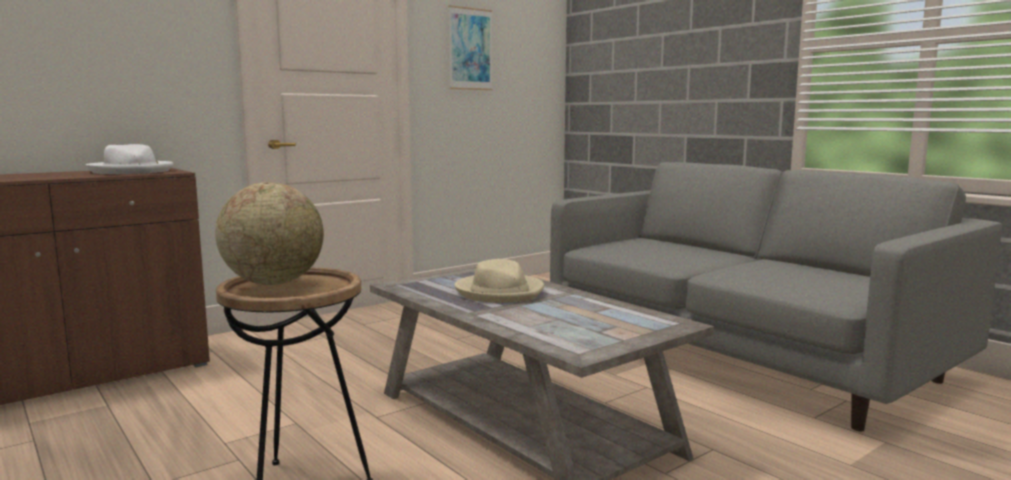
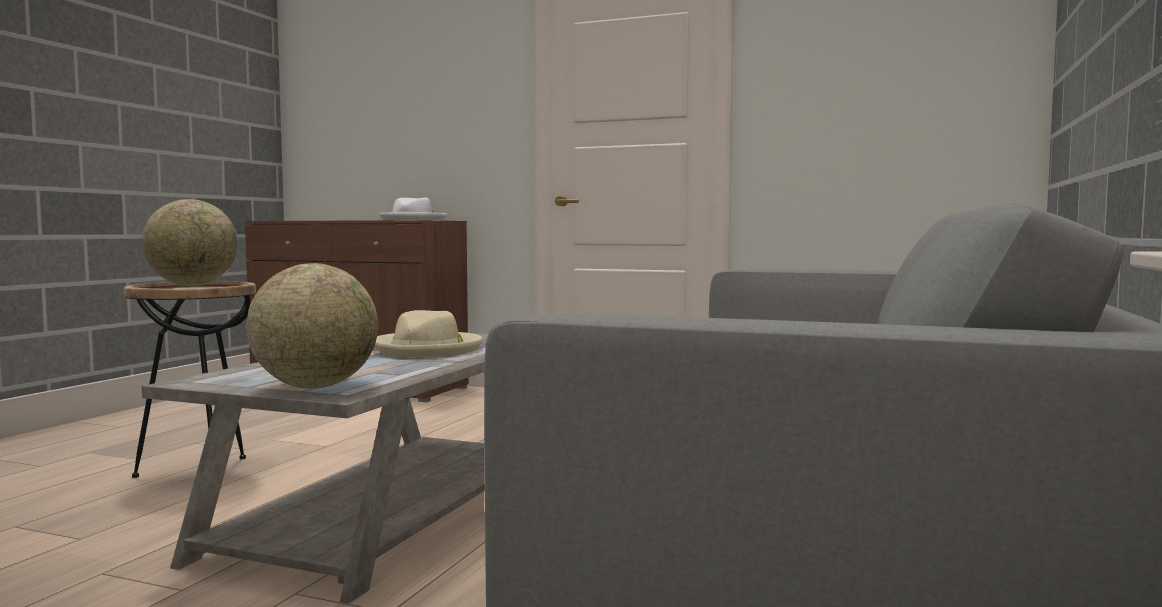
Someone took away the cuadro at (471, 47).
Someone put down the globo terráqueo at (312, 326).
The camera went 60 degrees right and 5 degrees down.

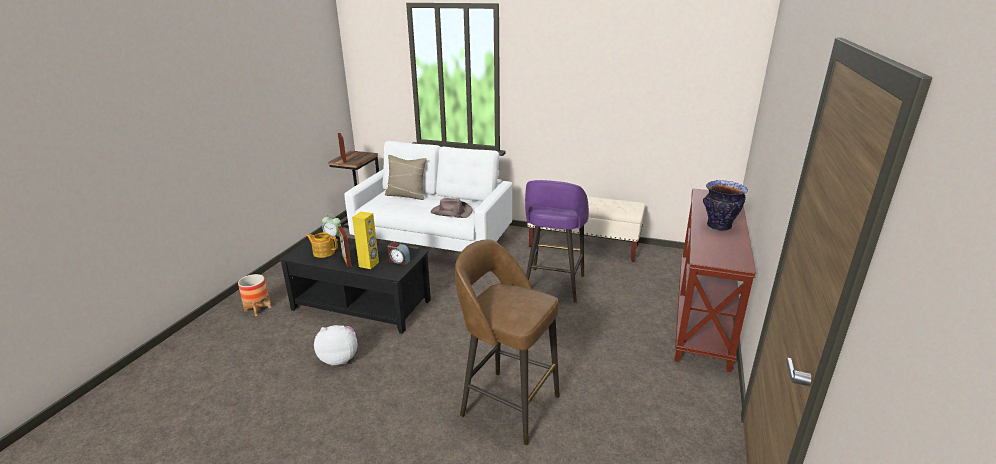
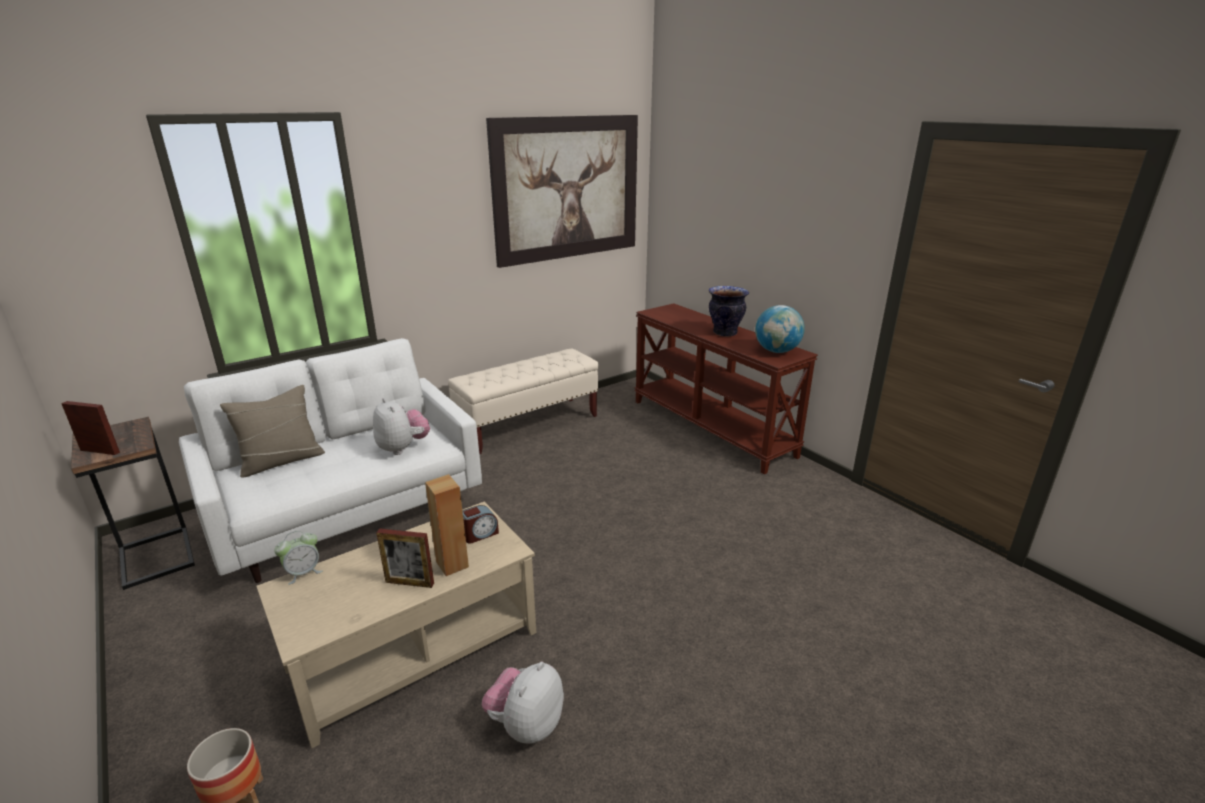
Someone repainted the mesa de centro/negro at (355, 285), which became the mesa de centro/beis at (396, 625).
Someone took away the tetera at (322, 245).
Someone repainted the altavoz/amarillo at (365, 240), which became the altavoz/marrón at (447, 525).
Someone swapped the sombrero/marrón at (452, 208) for the peluche at (401, 426).
Someone took away the taburete/marrón at (507, 342).
Someone took away the taburete/morado at (557, 241).
Someone put up the cuadro at (562, 191).
Someone put down the globo terráqueo at (780, 329).
The camera went 55 degrees left and 0 degrees up.

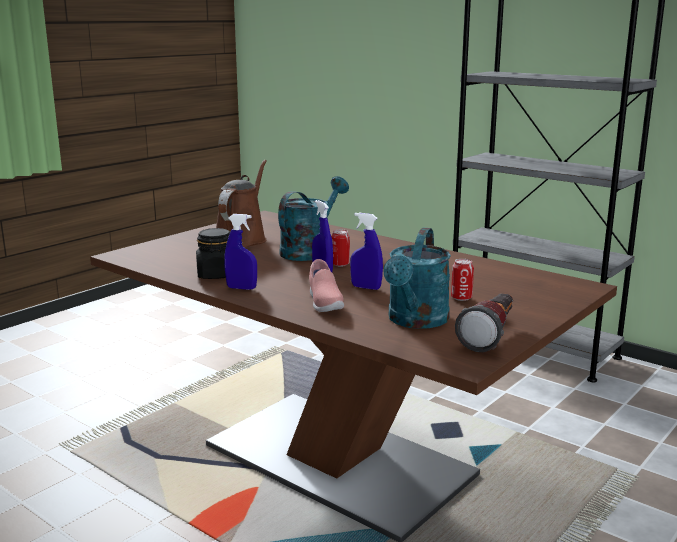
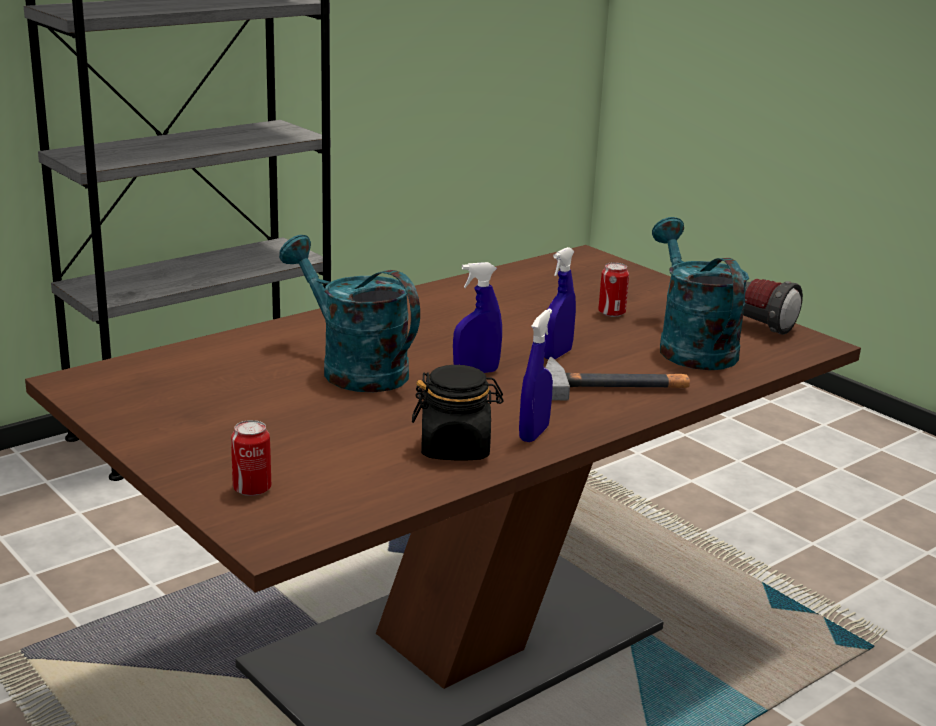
Someone took away the regadera/marrón at (241, 203).
Someone swapped the zapato/rosa at (326, 285) for the martillo at (617, 378).
Someone carried the lata from (340, 248) to (251, 458).
Someone rotated the regadera/turquesa at (417, 278) by 135 degrees counterclockwise.
The camera went 80 degrees left and 5 degrees up.

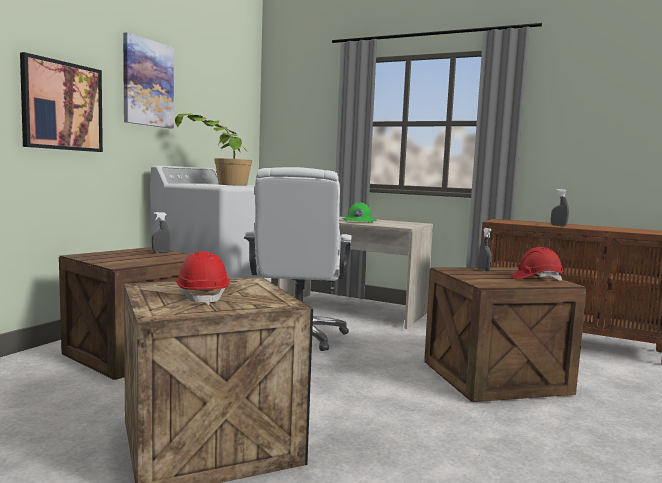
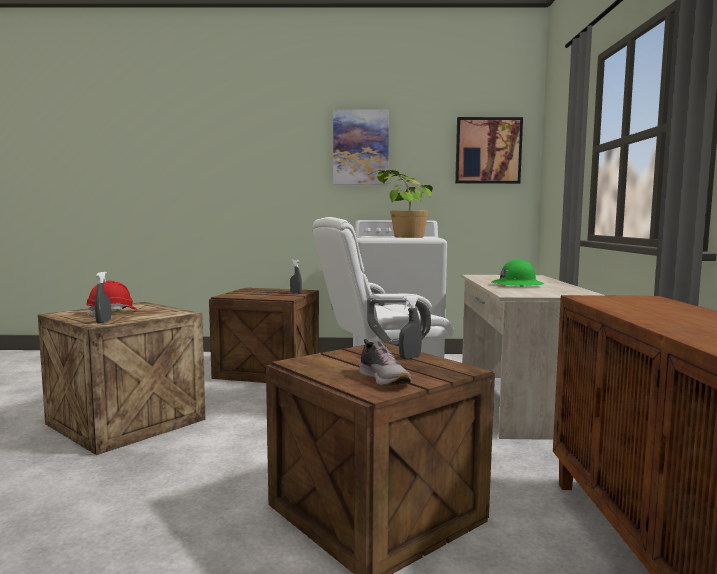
Someone carried the cuadro from (61, 102) to (489, 150).
Someone swapped the casco/rojo at (537, 264) for the zapato at (385, 362).
Someone carried the pulverizador/gris from (560, 207) to (103, 298).
The camera went 65 degrees right and 0 degrees up.

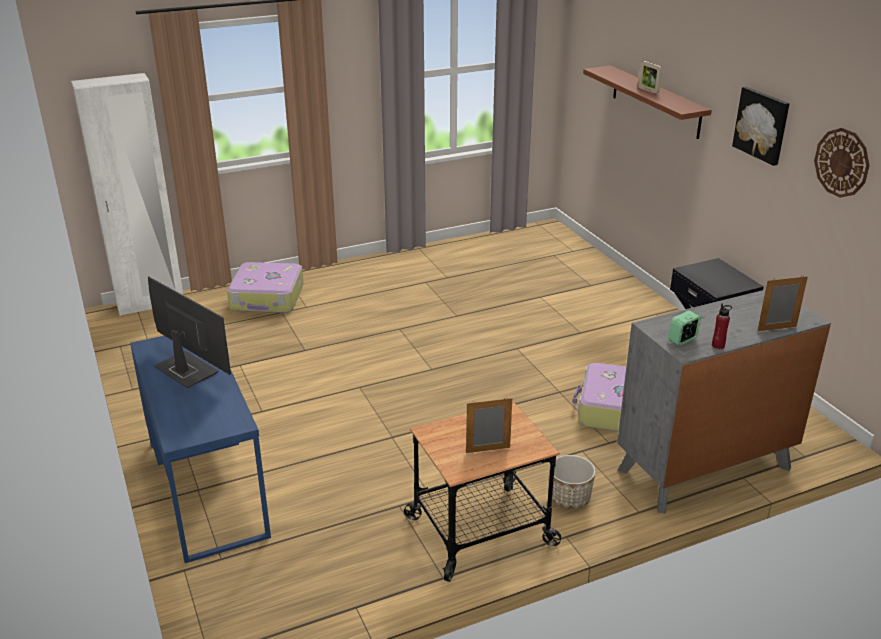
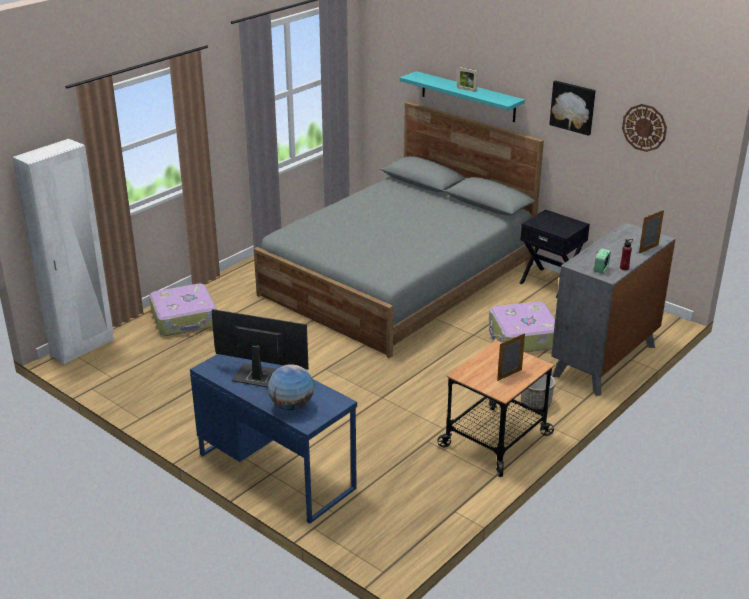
Someone repainted the estante/marrón at (647, 102), which became the estante/turquesa at (462, 96).
Someone put down the cama/gris at (399, 230).
Someone put down the globo terráqueo at (291, 387).
The camera went 25 degrees left and 0 degrees up.

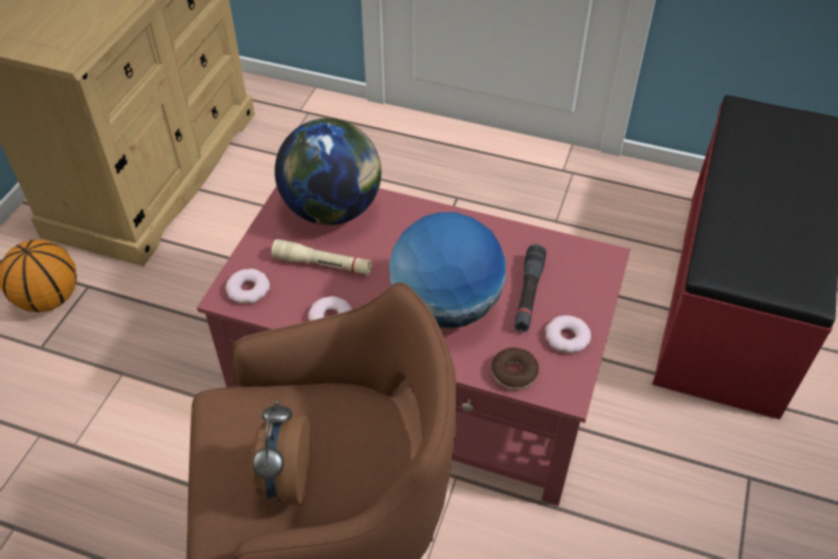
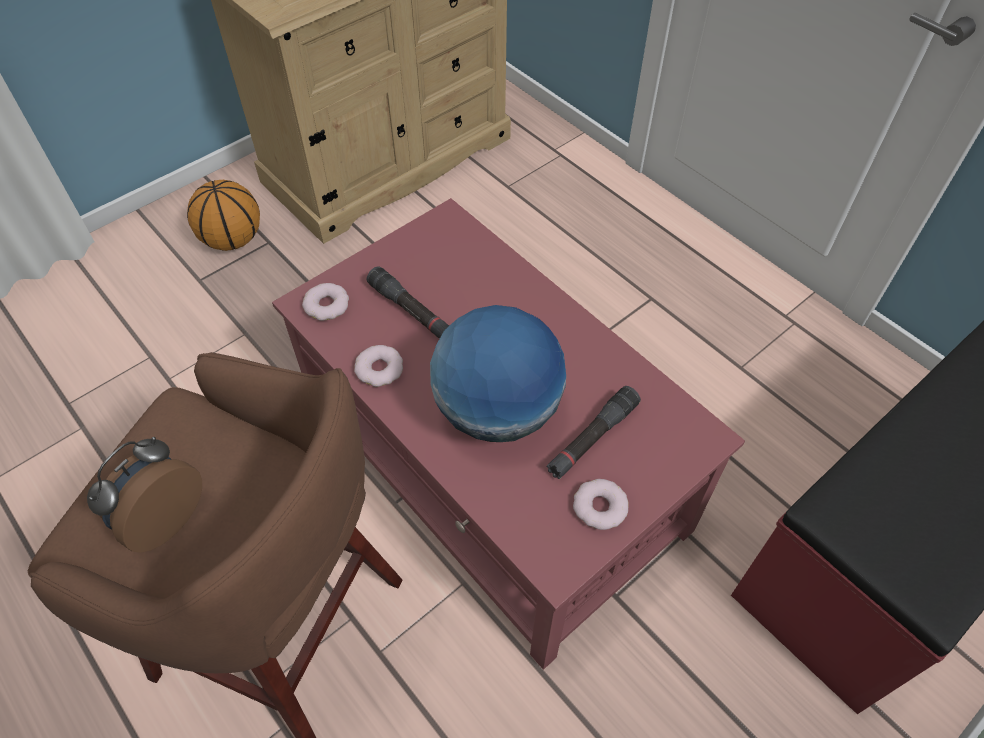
Someone repainted the linterna/beis at (321, 257), which became the linterna/negro at (408, 302).
Someone took away the globo terráqueo at (328, 171).
Someone took away the rosquilla at (515, 369).
The camera went 30 degrees right and 5 degrees up.

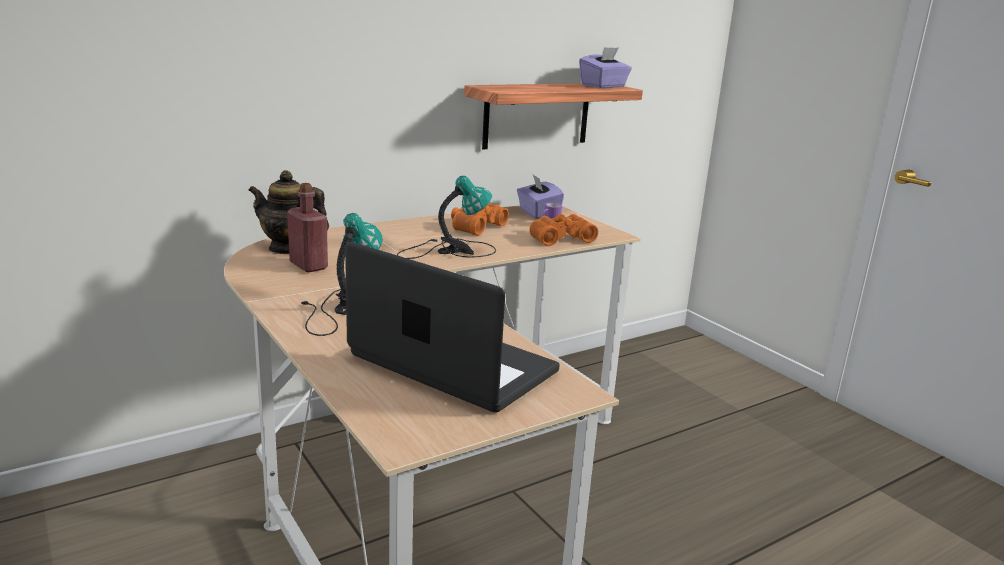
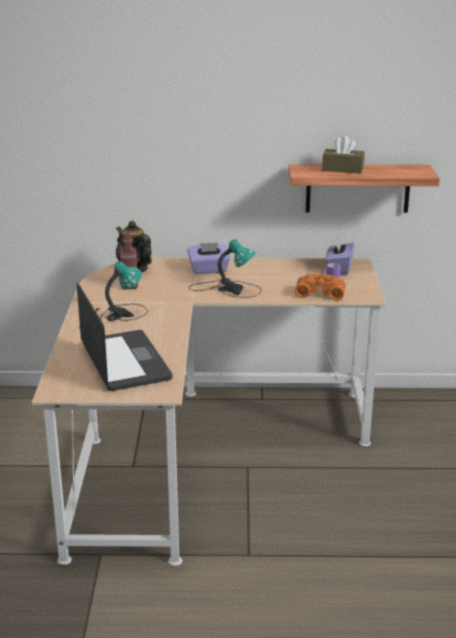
Someone took away the prismáticos/naranja at (480, 219).
Someone carried the caja de pañuelos/morado from (605, 67) to (208, 258).
Someone put down the caja de pañuelos/marrón at (343, 155).
The camera went 35 degrees right and 5 degrees up.

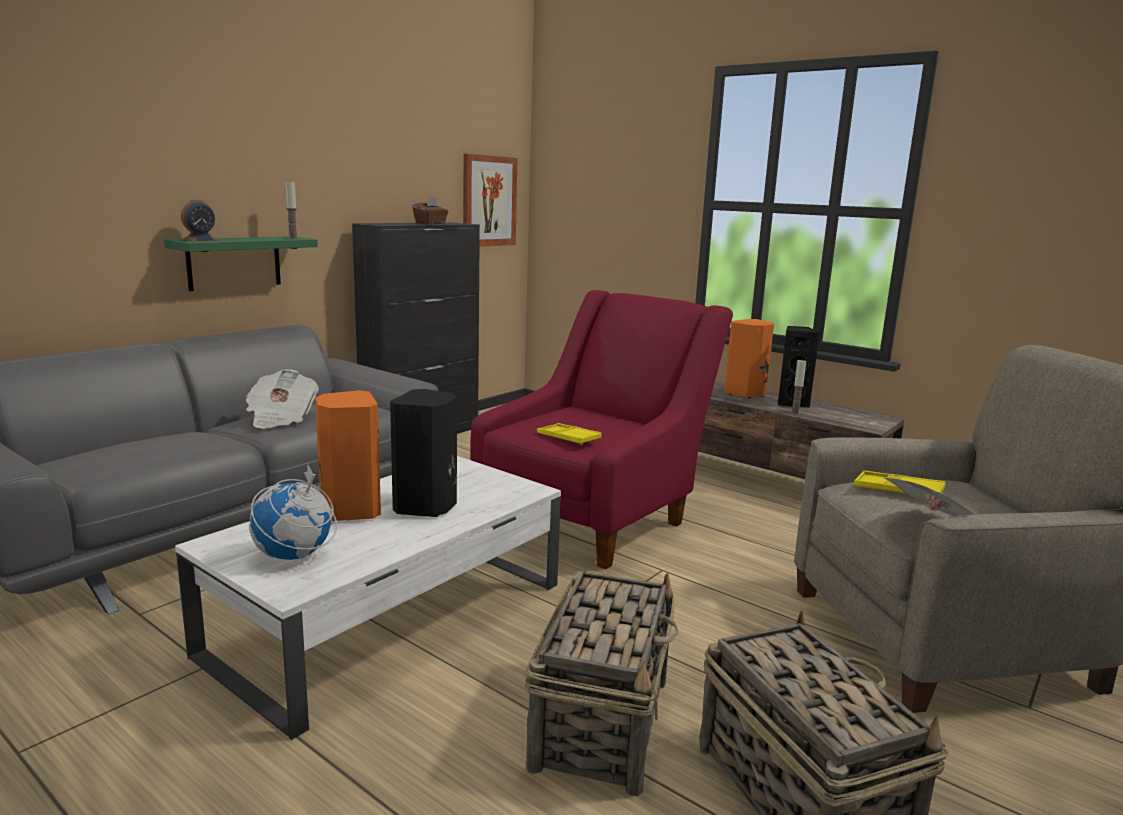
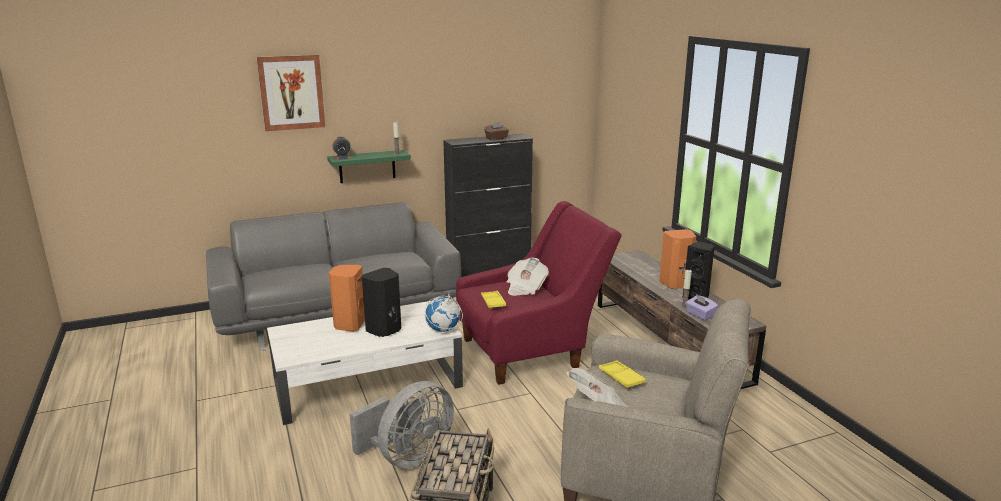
Someone carried the periódico from (282, 399) to (527, 276).
Someone carried the globo terráqueo from (293, 511) to (444, 313).
Someone carried the cuadro from (490, 200) to (291, 93).
Someone swapped the cesta at (601, 684) for the ventilador/gris at (401, 424).
Someone put down the caja de pañuelos/morado at (701, 307).
The camera went 30 degrees right and 5 degrees up.

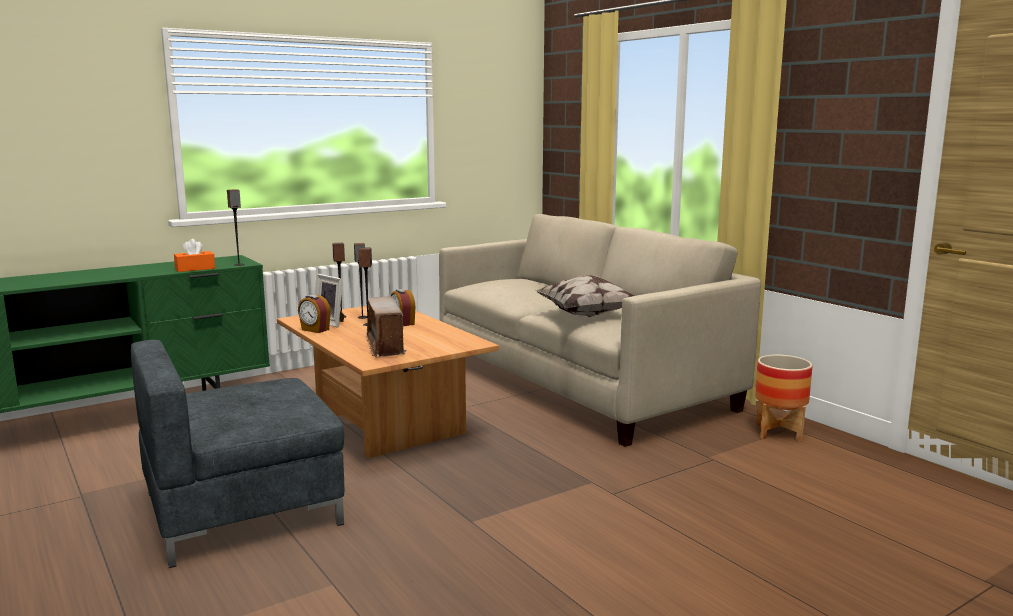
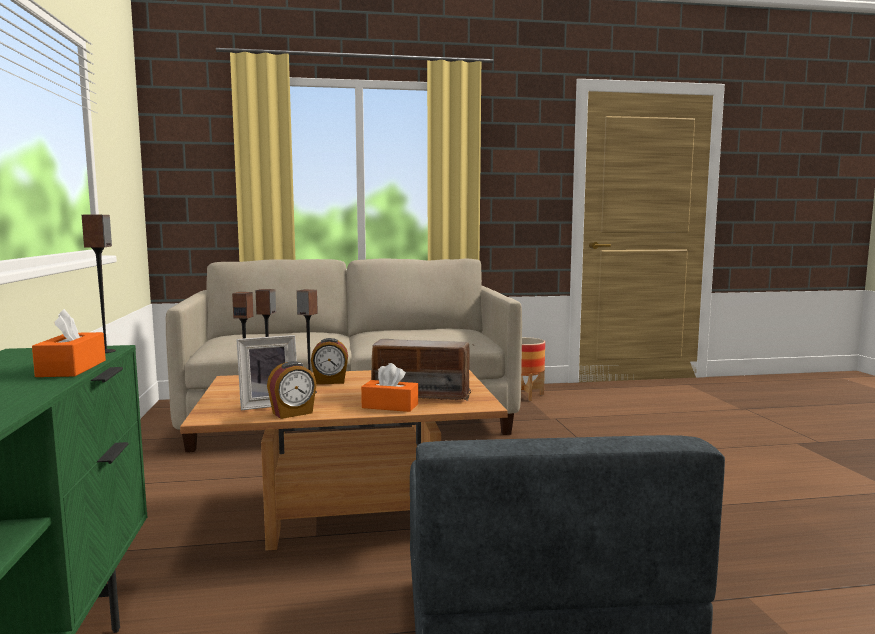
Someone took away the cojín at (584, 296).
Someone put down the caja de pañuelos/naranja at (389, 387).
The camera went 65 degrees left and 5 degrees down.

